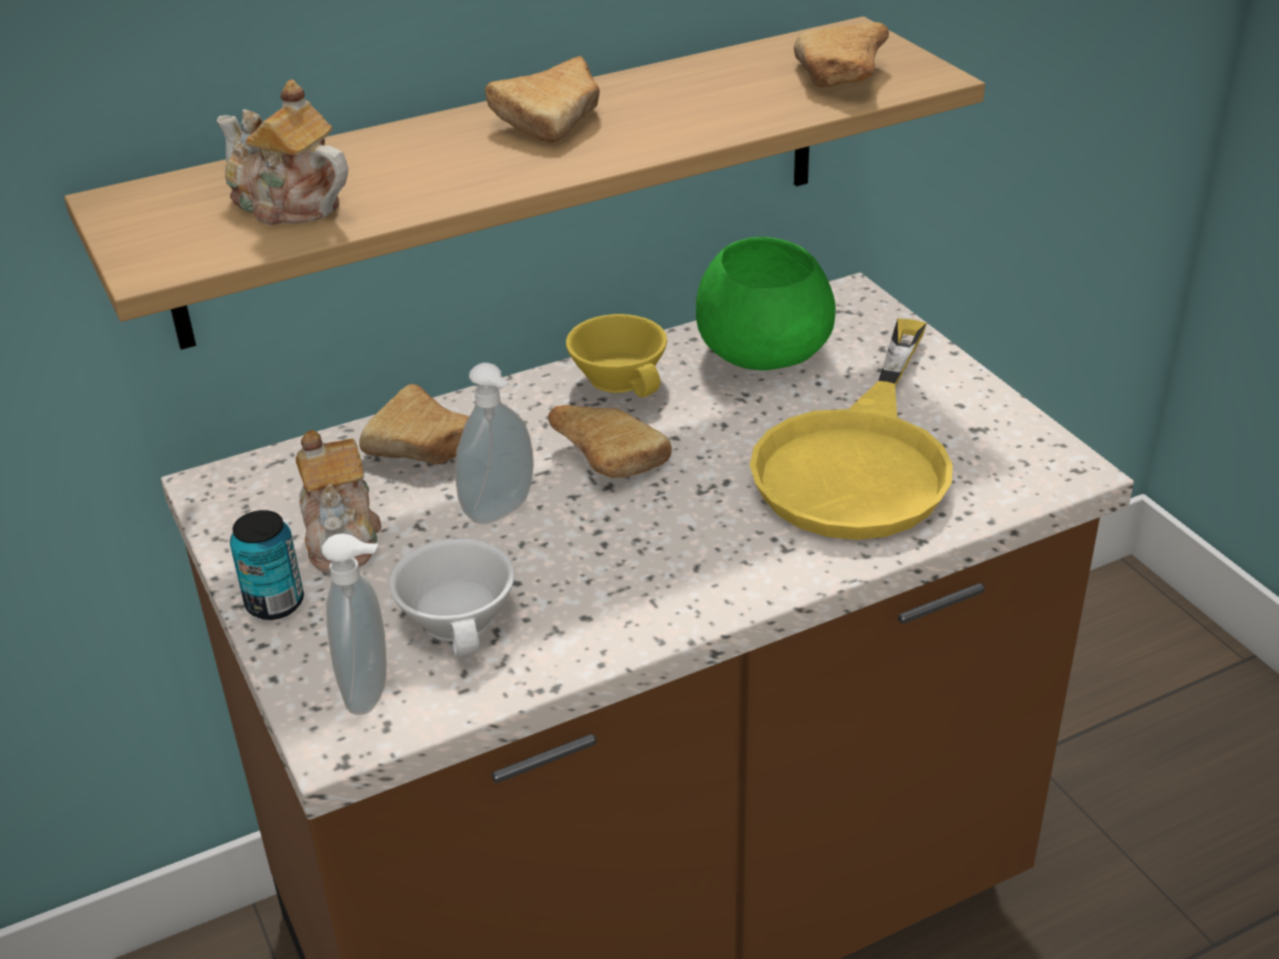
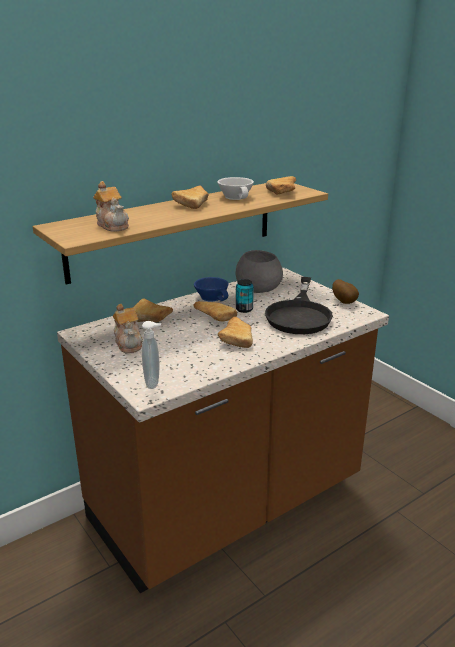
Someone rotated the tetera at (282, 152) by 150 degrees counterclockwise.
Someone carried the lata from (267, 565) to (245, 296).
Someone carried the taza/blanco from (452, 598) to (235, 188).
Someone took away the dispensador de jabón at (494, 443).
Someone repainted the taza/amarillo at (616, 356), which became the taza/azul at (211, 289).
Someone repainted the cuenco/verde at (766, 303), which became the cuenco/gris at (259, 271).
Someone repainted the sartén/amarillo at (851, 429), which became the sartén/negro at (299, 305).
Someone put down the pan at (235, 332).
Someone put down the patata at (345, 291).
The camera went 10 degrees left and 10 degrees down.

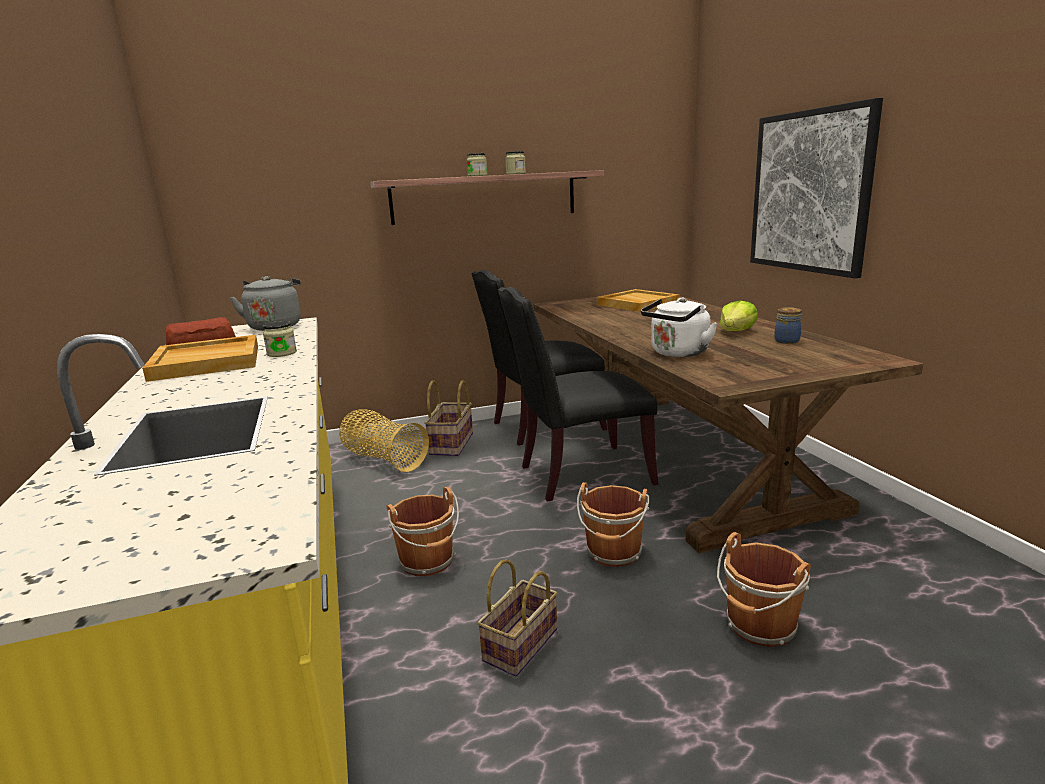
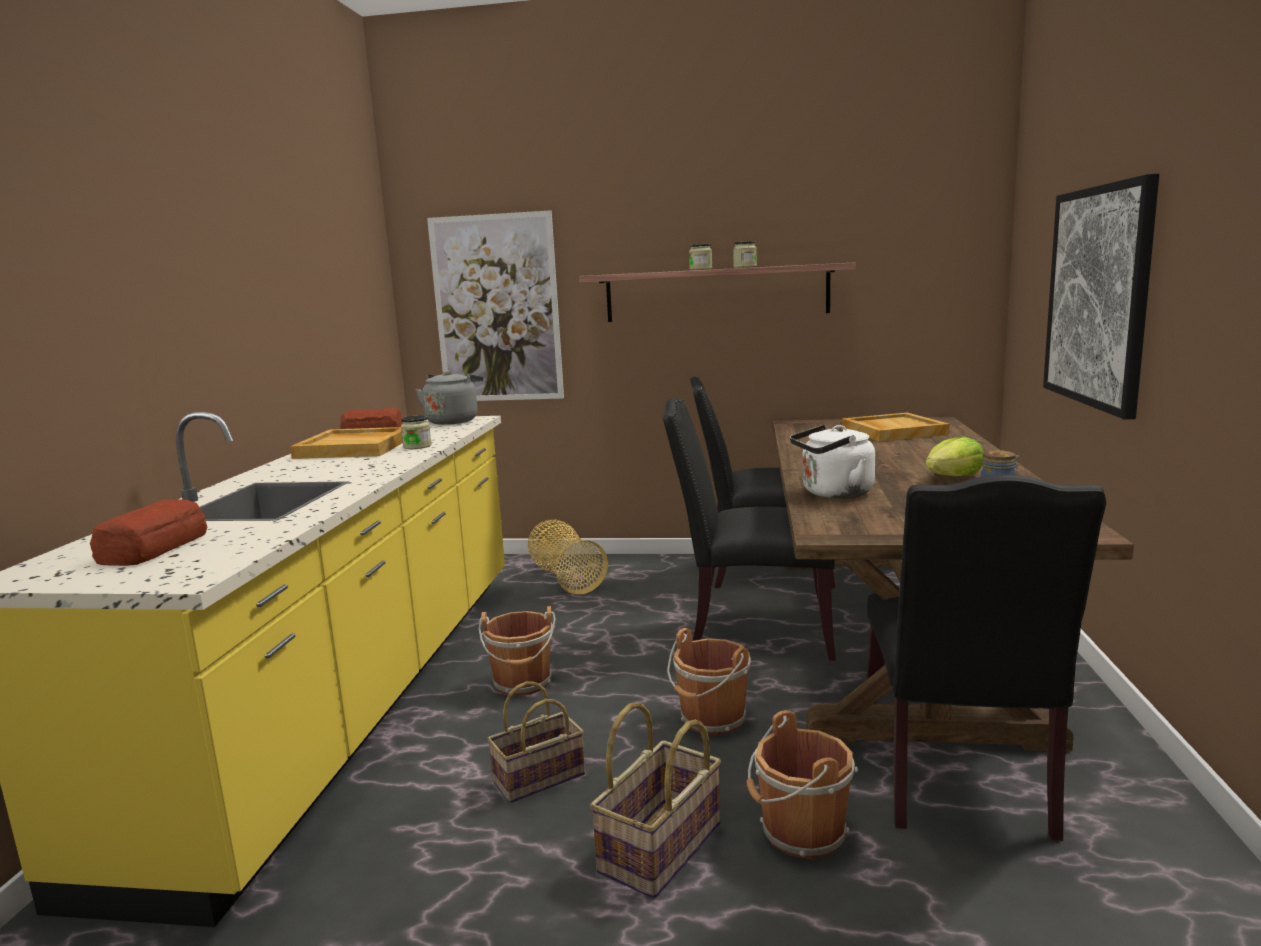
Someone carried the cesta from (448, 418) to (655, 800).
Someone put down the pan at (148, 532).
Someone put up the cuadro at (495, 305).
Someone put down the silla/negro at (986, 658).
The camera went 25 degrees right and 5 degrees down.

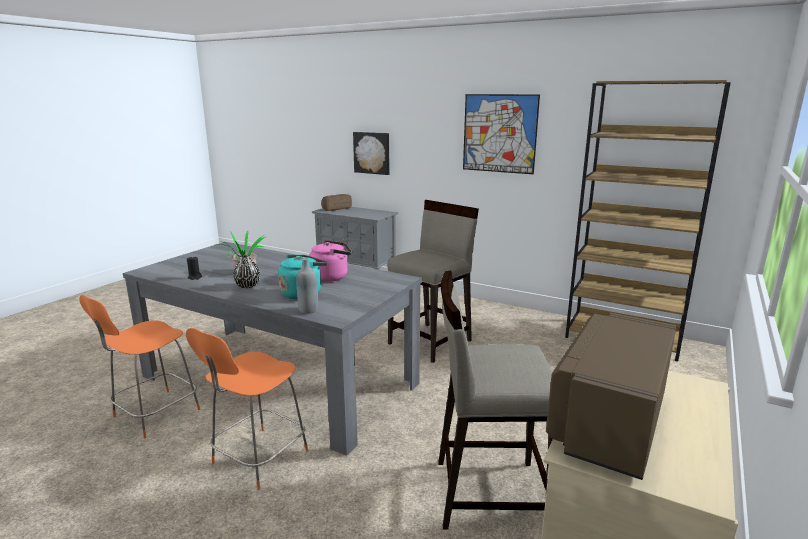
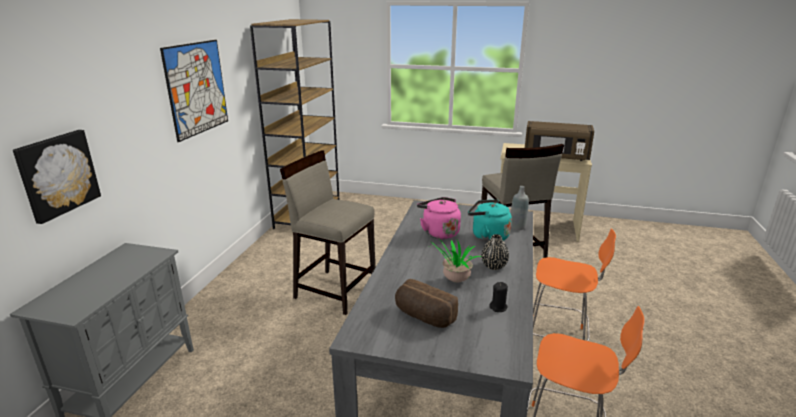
Someone carried the pan from (336, 202) to (426, 303).
The camera went 105 degrees left and 5 degrees up.

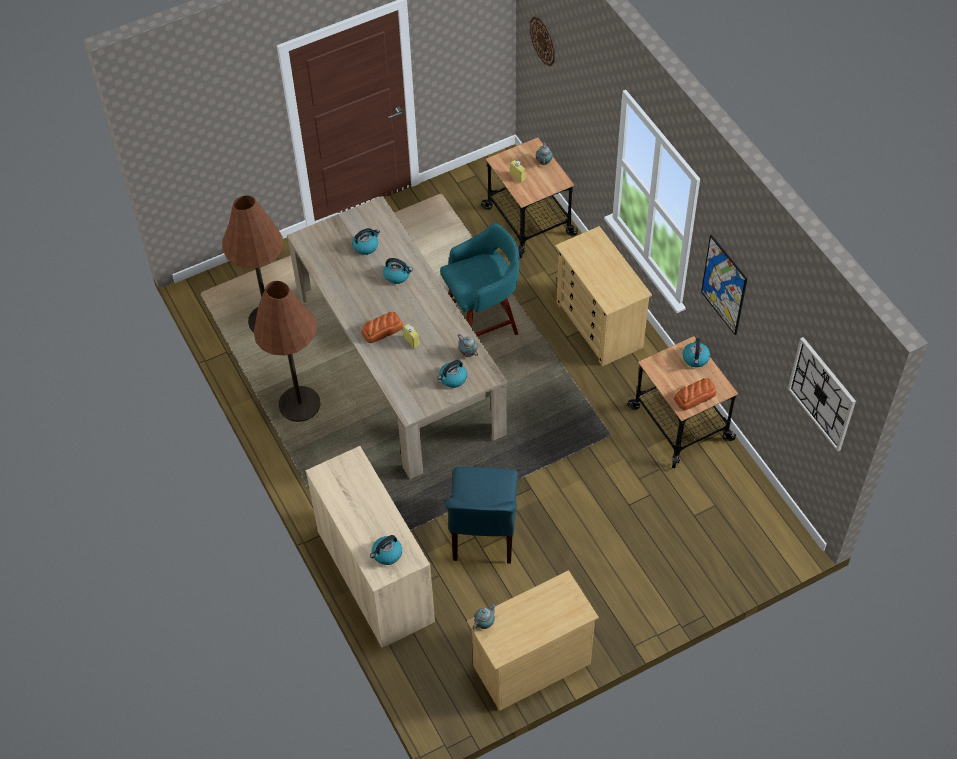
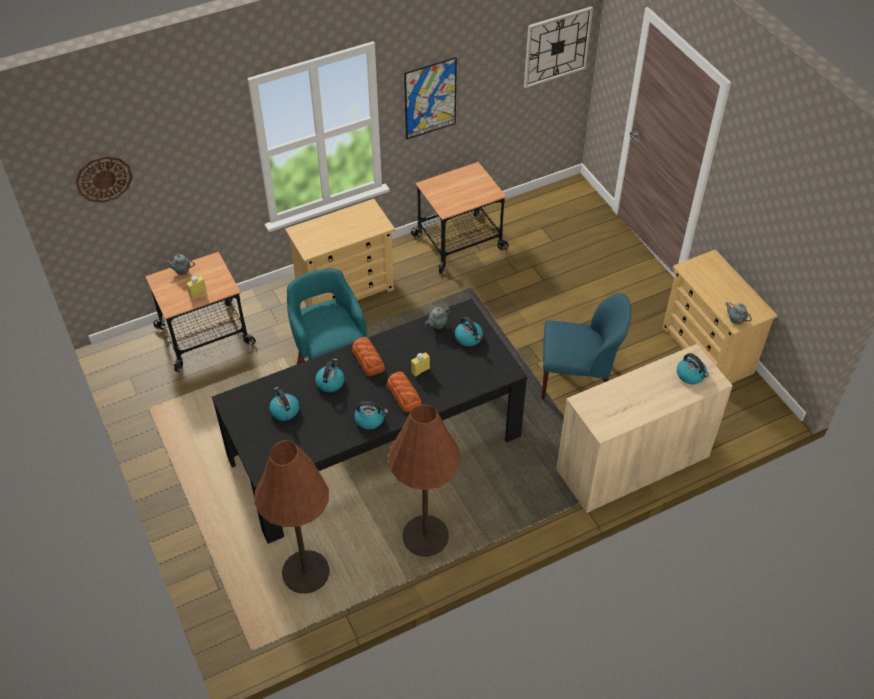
Someone repainted the mesa de comedor/beis at (397, 337), which became the mesa de comedor/negro at (369, 421).
Someone carried the pan from (695, 394) to (368, 356).
Someone carried the hervidor from (696, 352) to (371, 415).
The camera went 90 degrees left and 5 degrees down.

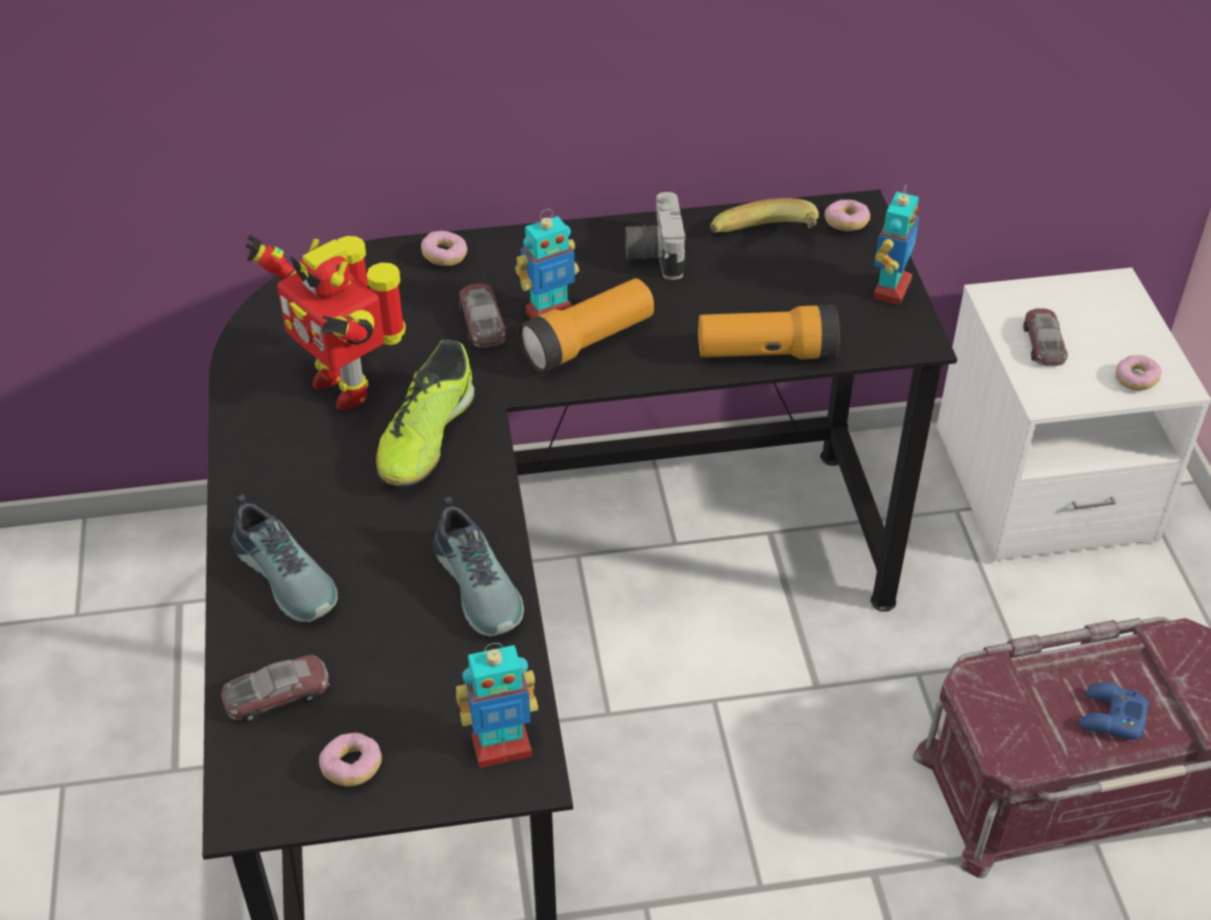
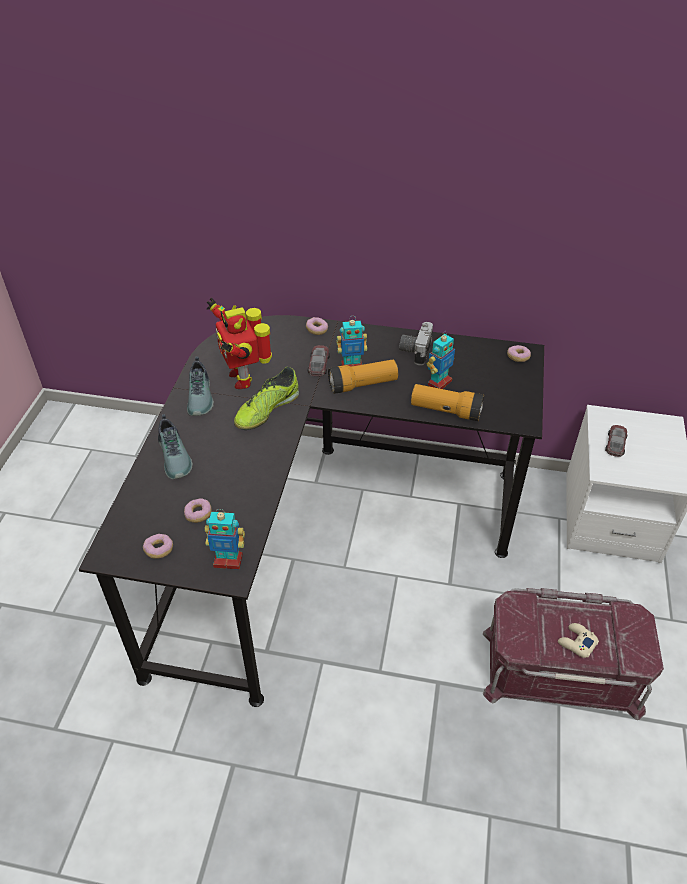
Someone took away the coche de juguete at (275, 688).
Someone carried the zapato from (478, 567) to (200, 386).
Someone took away the plátano at (764, 215).
Someone carried the robot de juguete from (896, 245) to (441, 360).
Someone repainted the mando de consola/azul at (1114, 711), which became the mando de consola/beis at (578, 640).
Someone carried the rosquilla from (1139, 373) to (198, 510).
The camera went 20 degrees right and 0 degrees up.

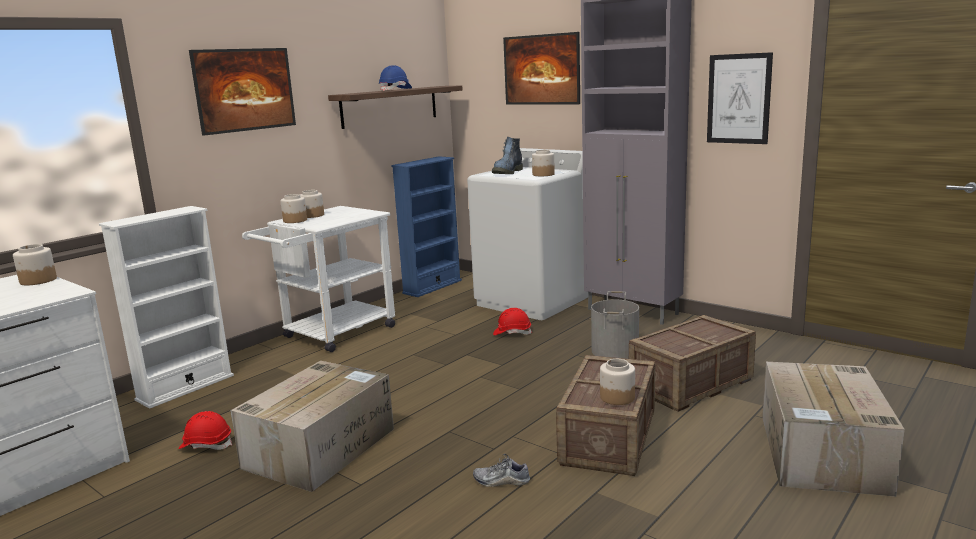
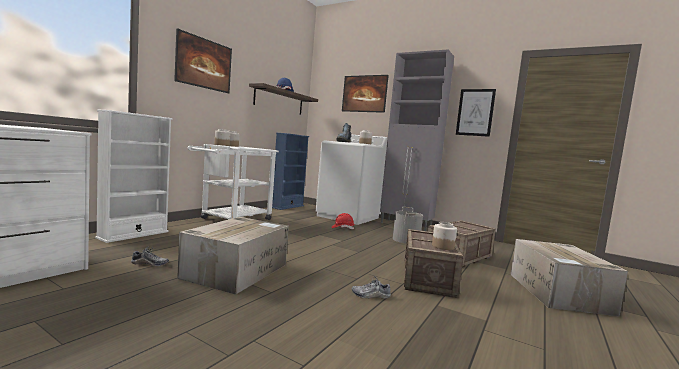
Someone took away the tarro at (35, 264).
Someone swapped the casco/rojo at (205, 430) for the zapato at (150, 256).
The camera went 10 degrees left and 10 degrees down.

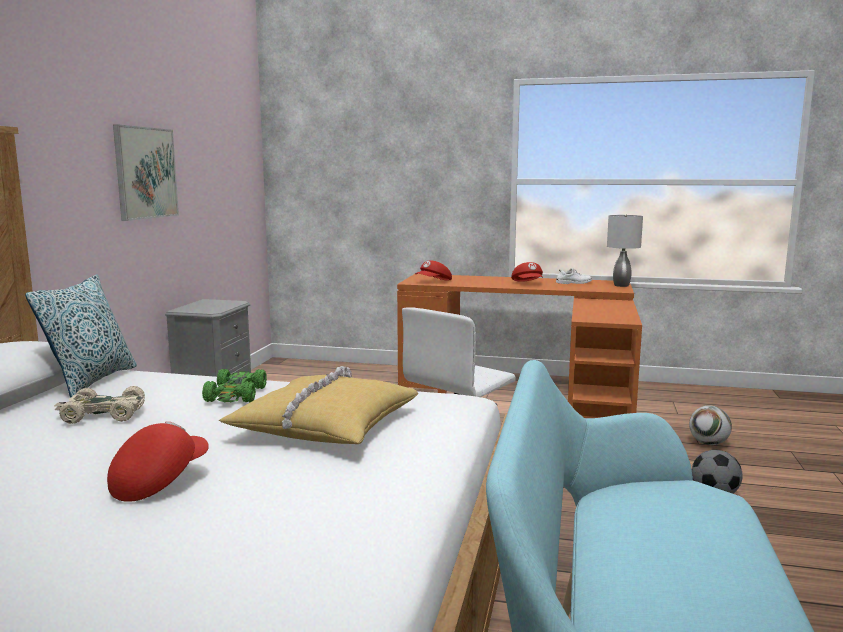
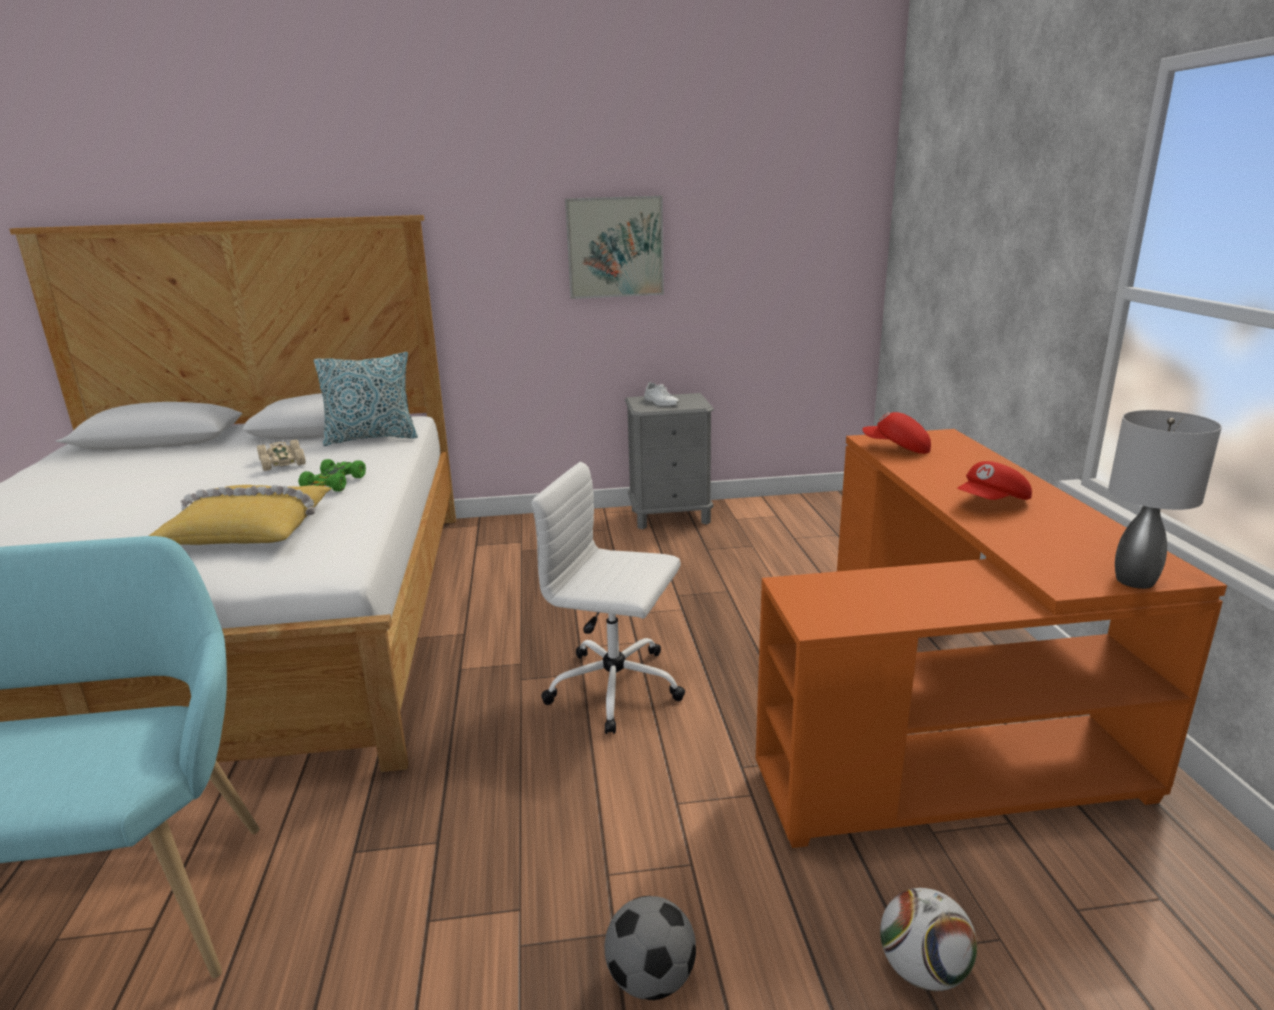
Someone took away the gorra/rojo at (158, 461).
Someone rotated the coche de juguete/verde at (234, 385) by 60 degrees counterclockwise.
Someone carried the zapato/blanco from (574, 276) to (662, 394).
The camera went 70 degrees right and 10 degrees up.

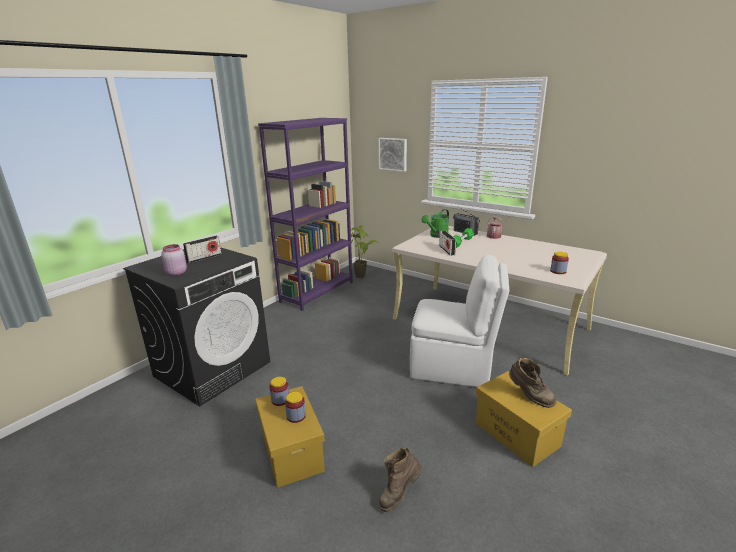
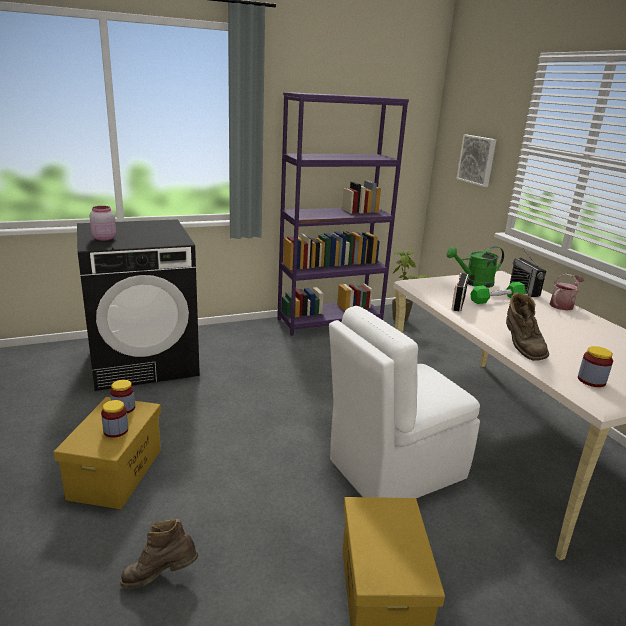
Someone took away the radio at (202, 249).
Someone rotated the silla/blanco at (460, 321) by 105 degrees clockwise.
Someone carried the bota/marrón from (533, 383) to (527, 326).
The camera went 30 degrees right and 0 degrees up.

